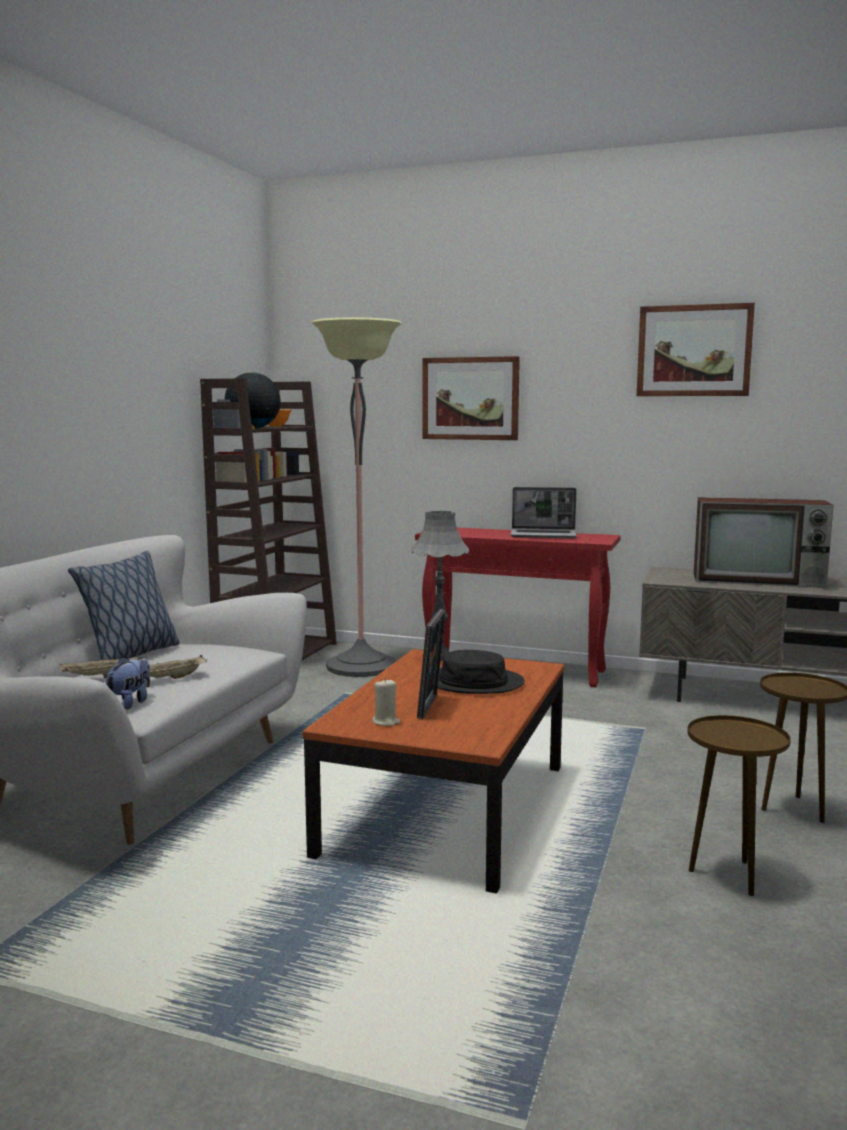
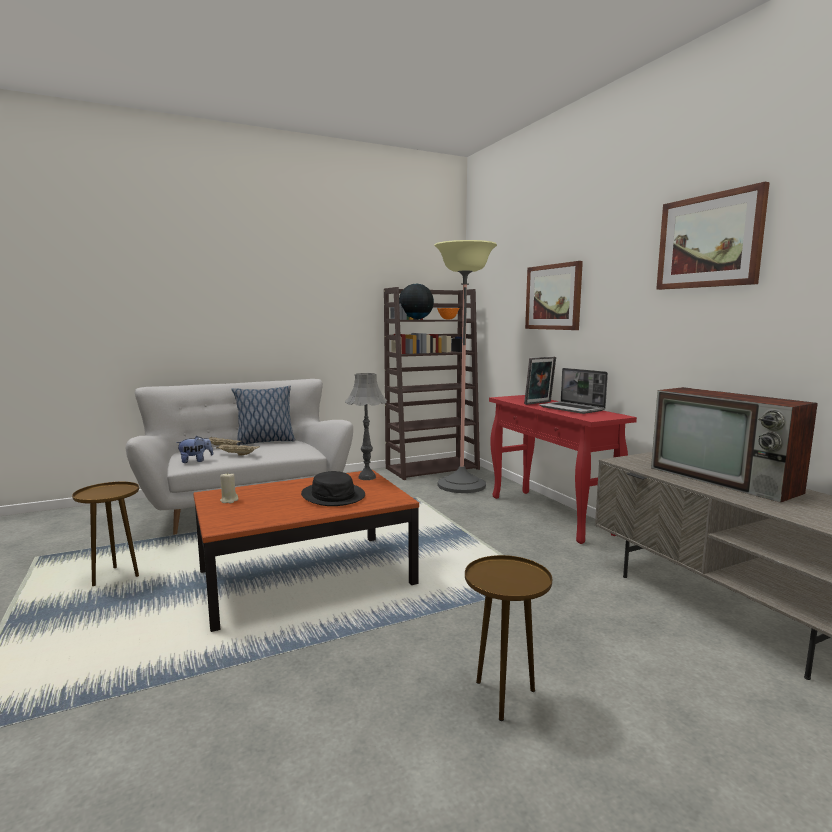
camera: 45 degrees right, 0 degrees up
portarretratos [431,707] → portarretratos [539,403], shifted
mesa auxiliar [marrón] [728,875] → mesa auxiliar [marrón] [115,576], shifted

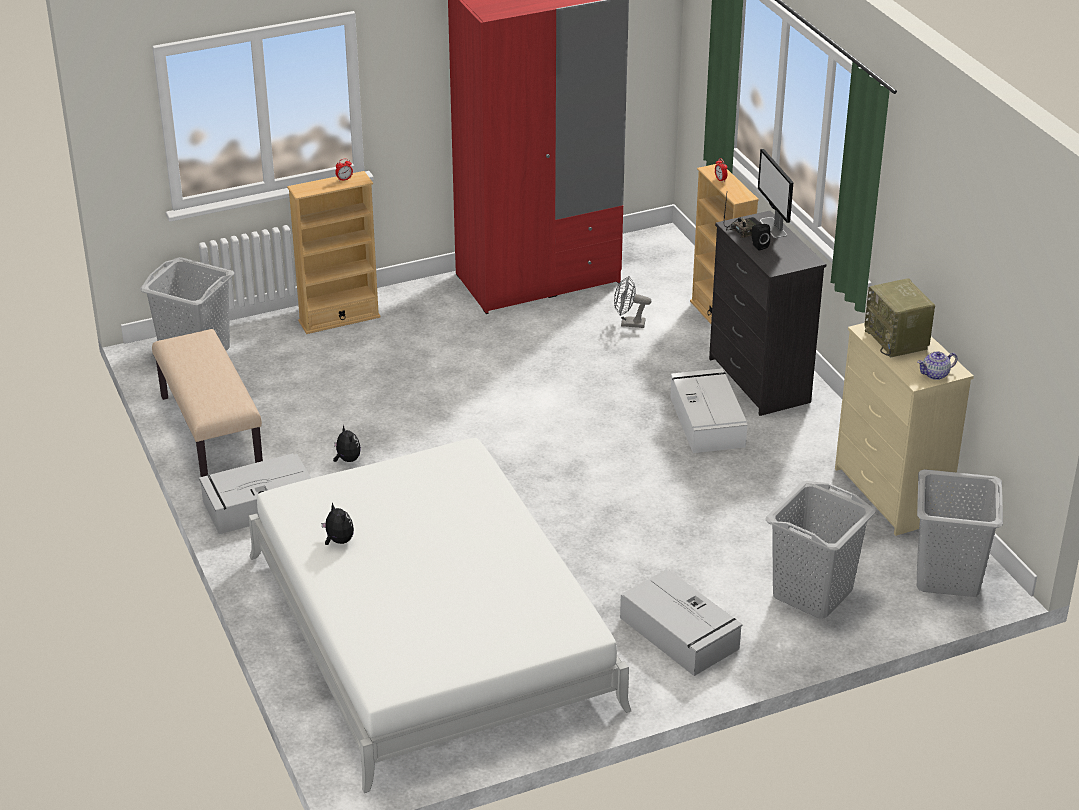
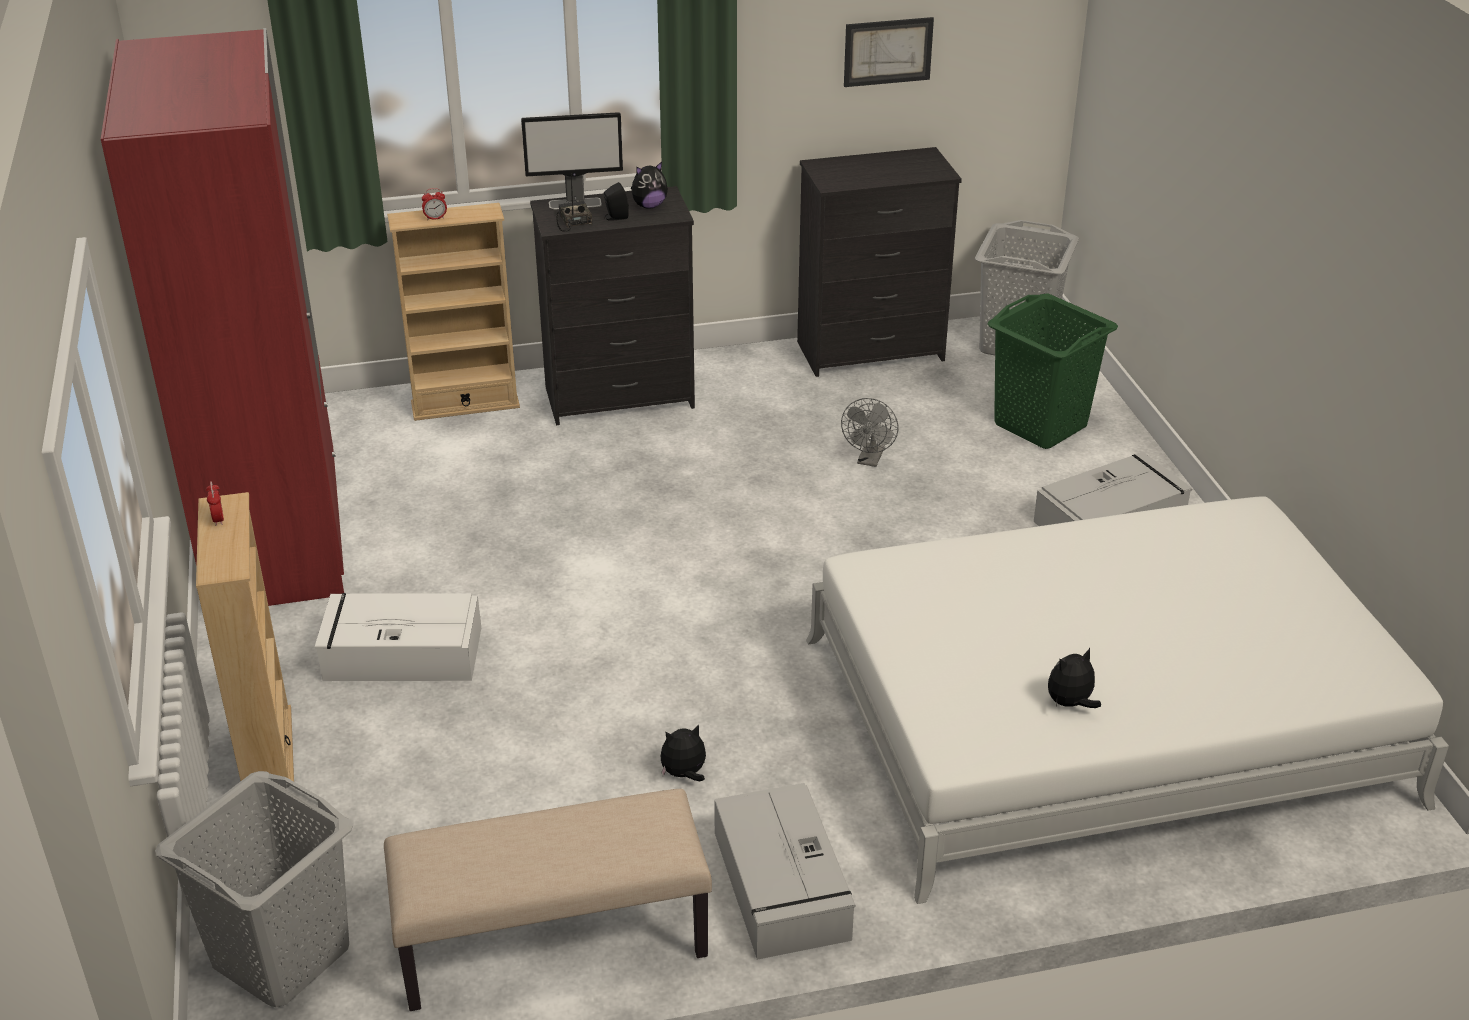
camera: 80 degrees left, 0 degrees up
radio [897,340] → -
tetera [935,374] → -
- → peluche [649,206]
- → cuadro [888,51]
ventilador [gris] [628,323] → ventilador [gris] [869,460], shifted
caja de almacenaje [blanco] [706,421] → caja de almacenaje [blanco] [400,654], shifted
cesto de la ropa [gris] [813,593] → cesto de la ropa [verde] [1040,424]
cómoda [beis] [891,495] → cómoda [negro] [872,351]

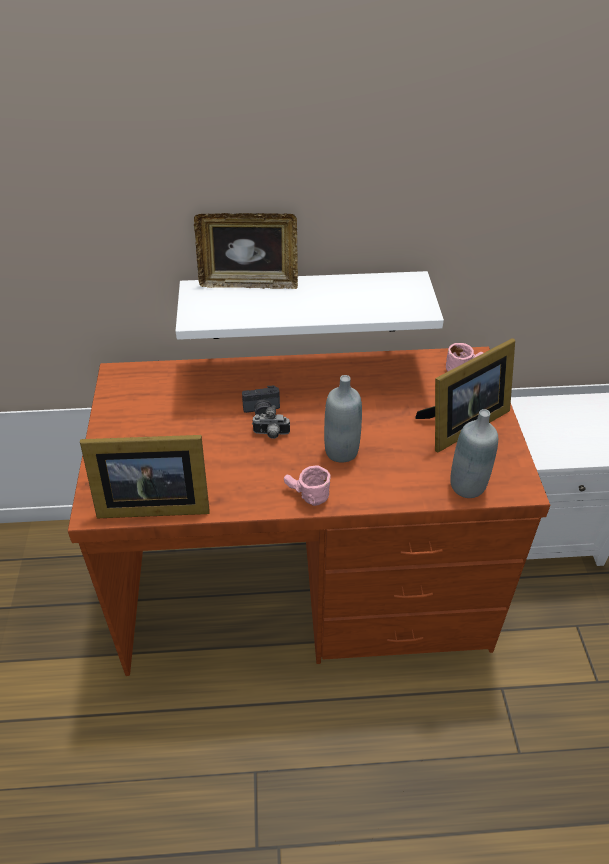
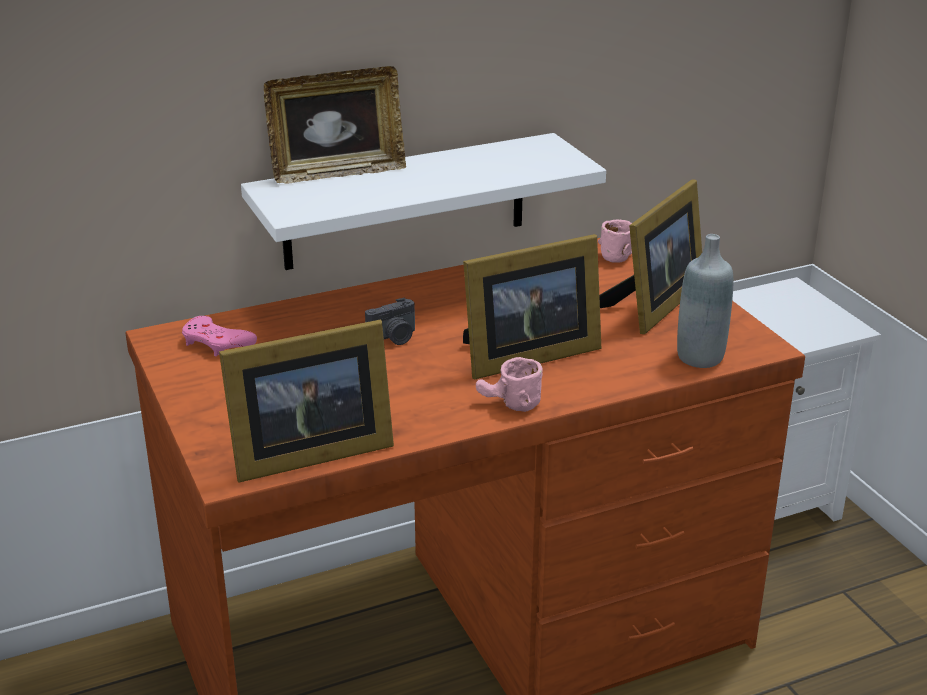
camera: 20 degrees left, 15 degrees down
cámara [271,434] → -
- → mando de consola [rosa] [216,342]
botella [gris] [341,451] → portarretratos [525,356]

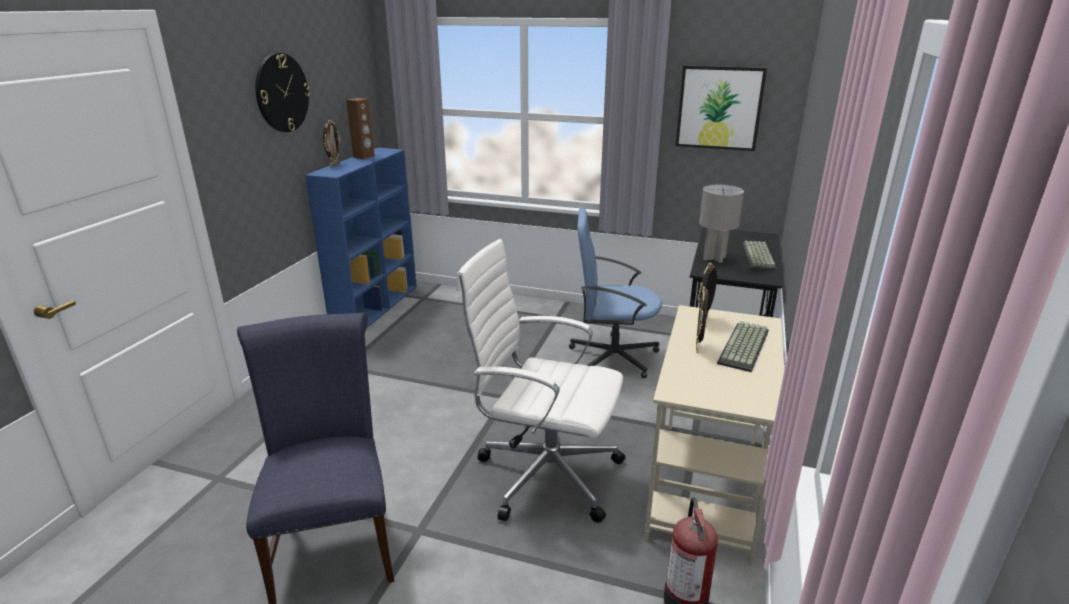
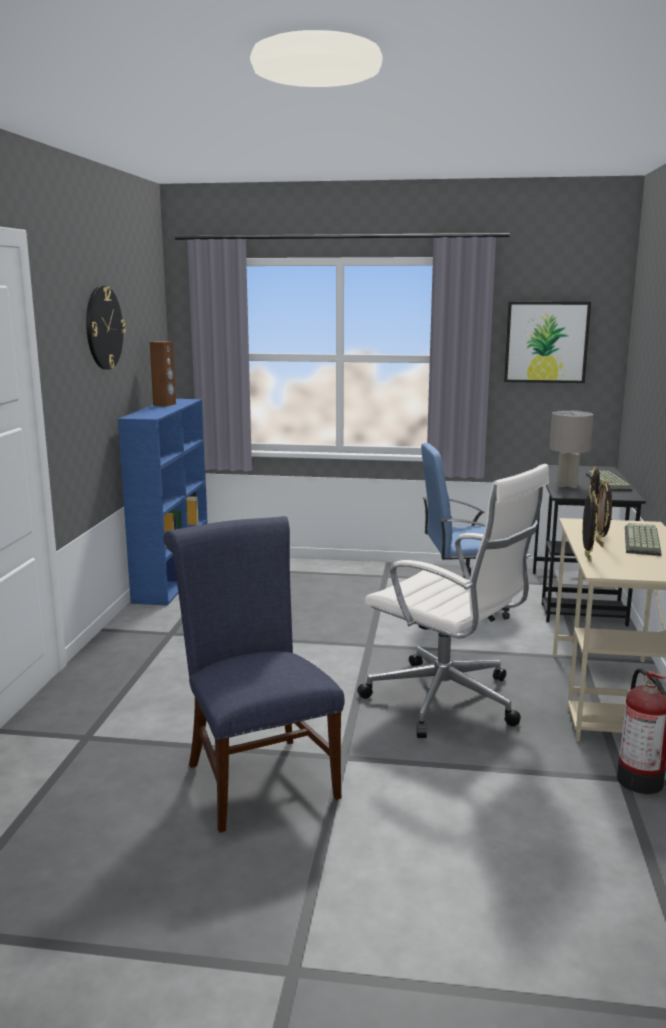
camera: 10 degrees left, 10 degrees down
portarretratos [334,164] → portarretratos [586,558], shifted
silla de oficina [blanco] [544,473] → silla de oficina [blanco] [447,701], 150 degrees counterclockwise

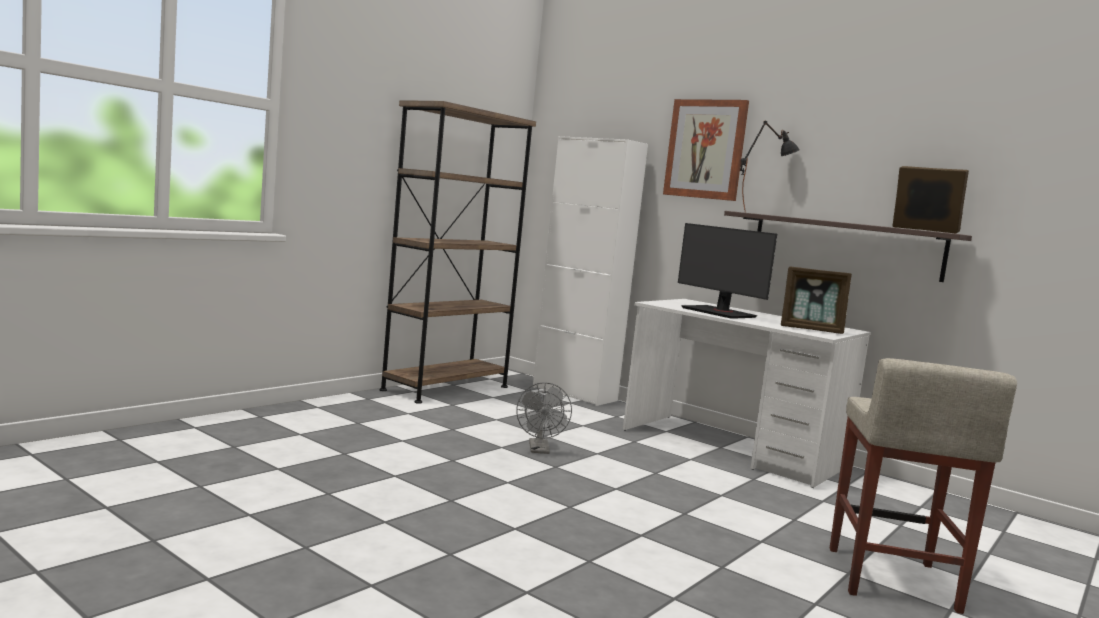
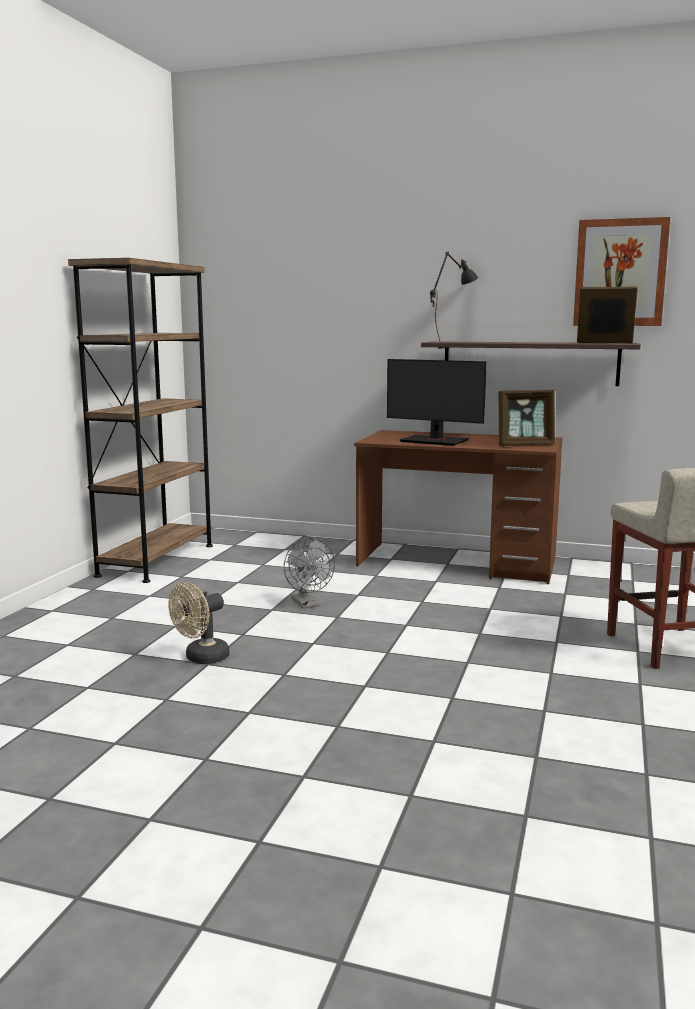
camera: 20 degrees left, 5 degrees up
armario [blanco] [574,394] → -
- → ventilador [beis] [201,658]
cuadro [705,149] → cuadro [620,273], shifted
escritorio [blanco] [732,448] → escritorio [marrón] [457,563]

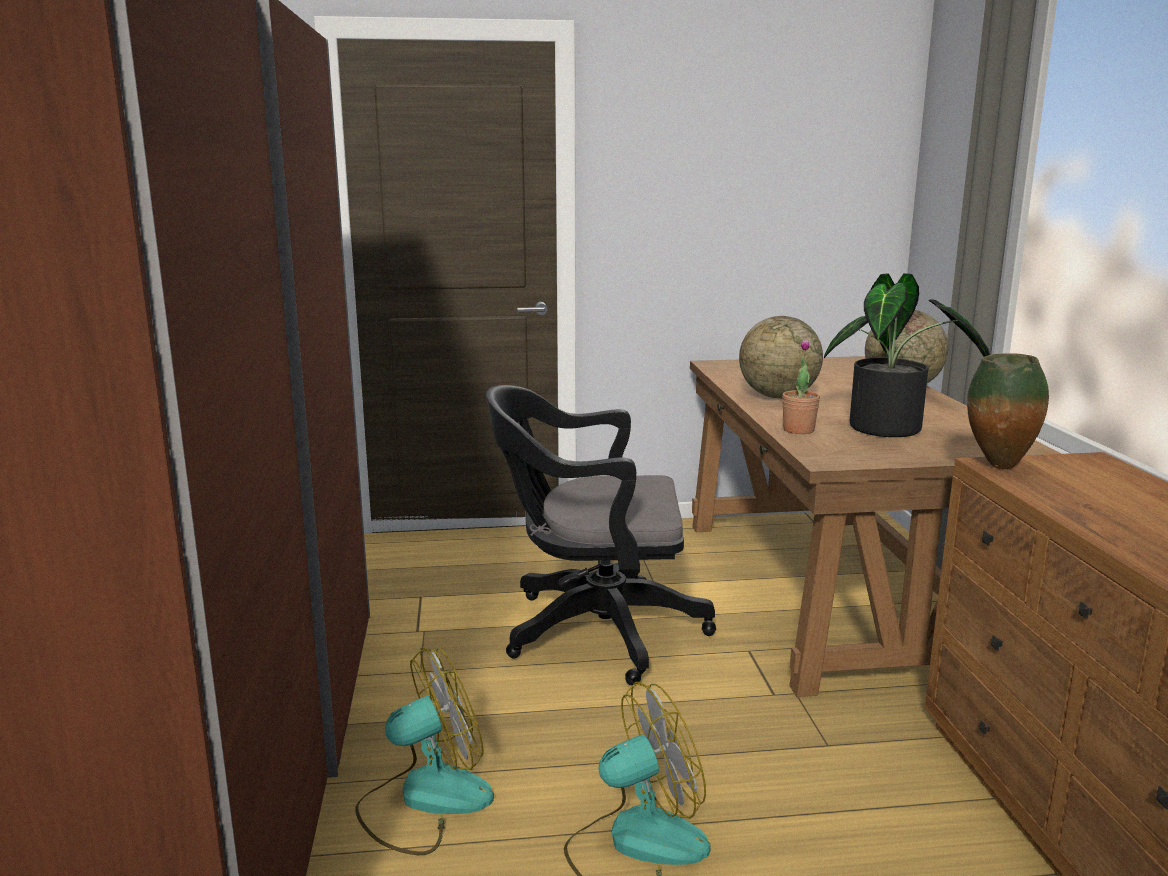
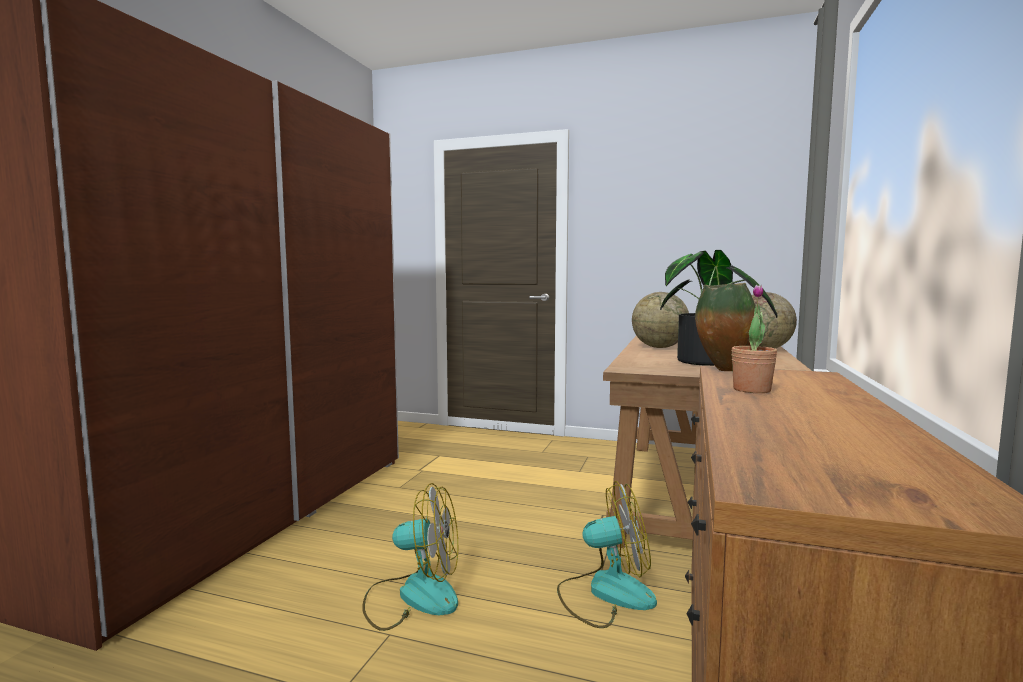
camera: 25 degrees right, 10 degrees down
silla de oficina [negro] [593,630] → -
ventilador [424,800] → ventilador [605,593], shifted
planta en maceta [798,430] → planta en maceta [751,390], shifted

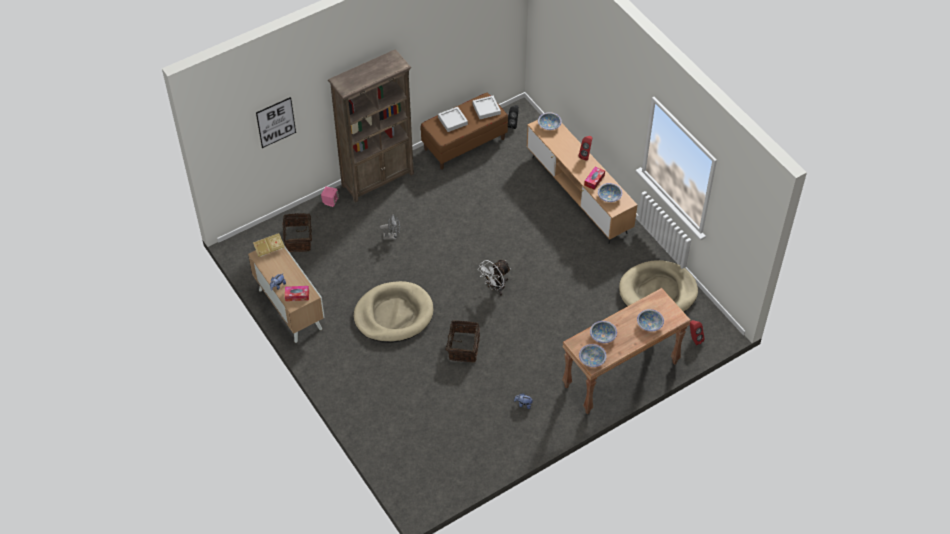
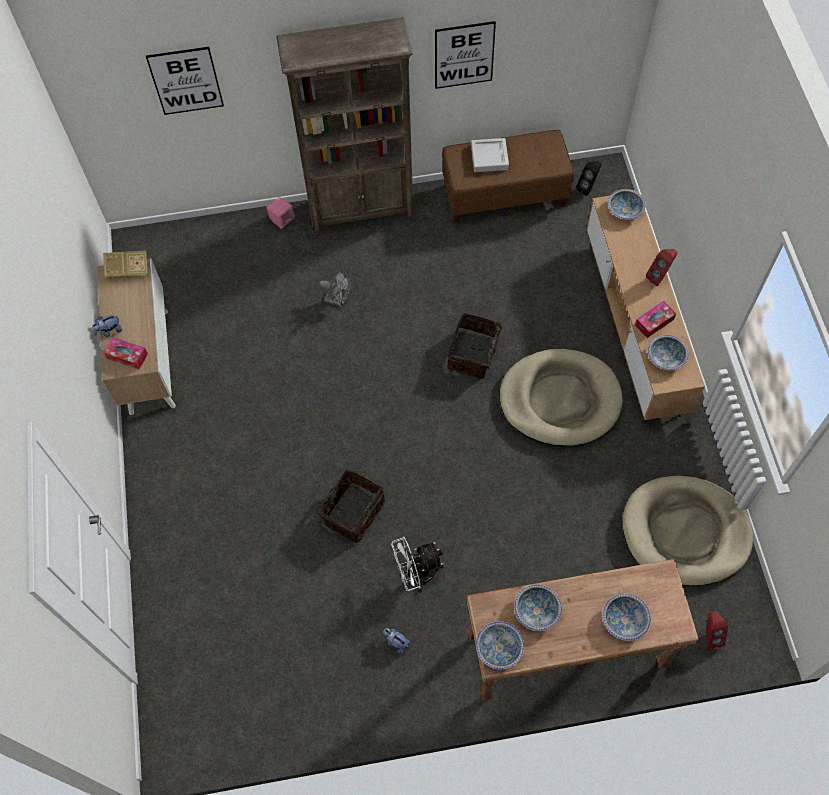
camera: 25 degrees right, 10 degrees up
bandeja [gris] [486,109] → -
- → cuadro [464,55]
cesta [298,239] → cesta [474,354], shifted
cama para perro [beis] [393,315] → cama para perro [beis] [559,400], shifted
ventilador [blanco] [495,288] → ventilador [blanco] [417,574], shifted

